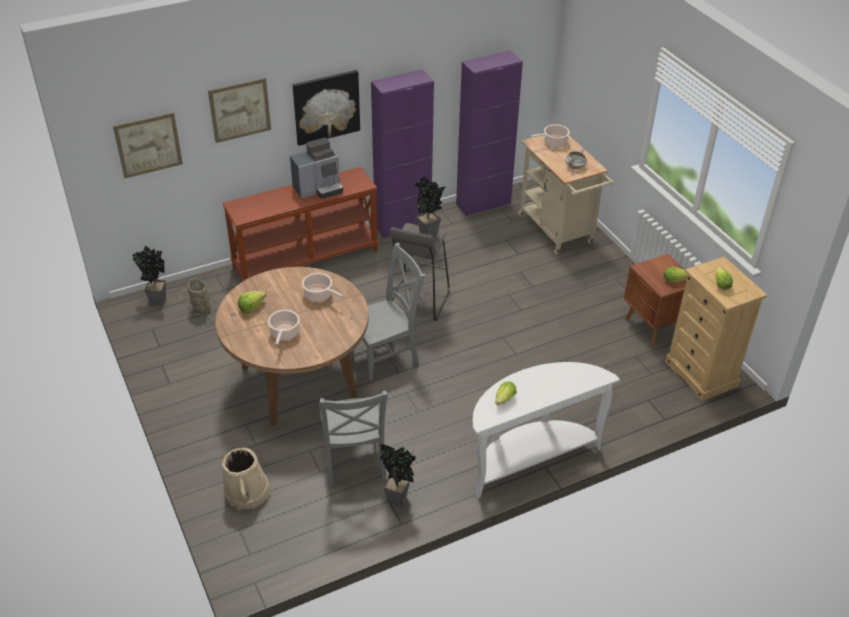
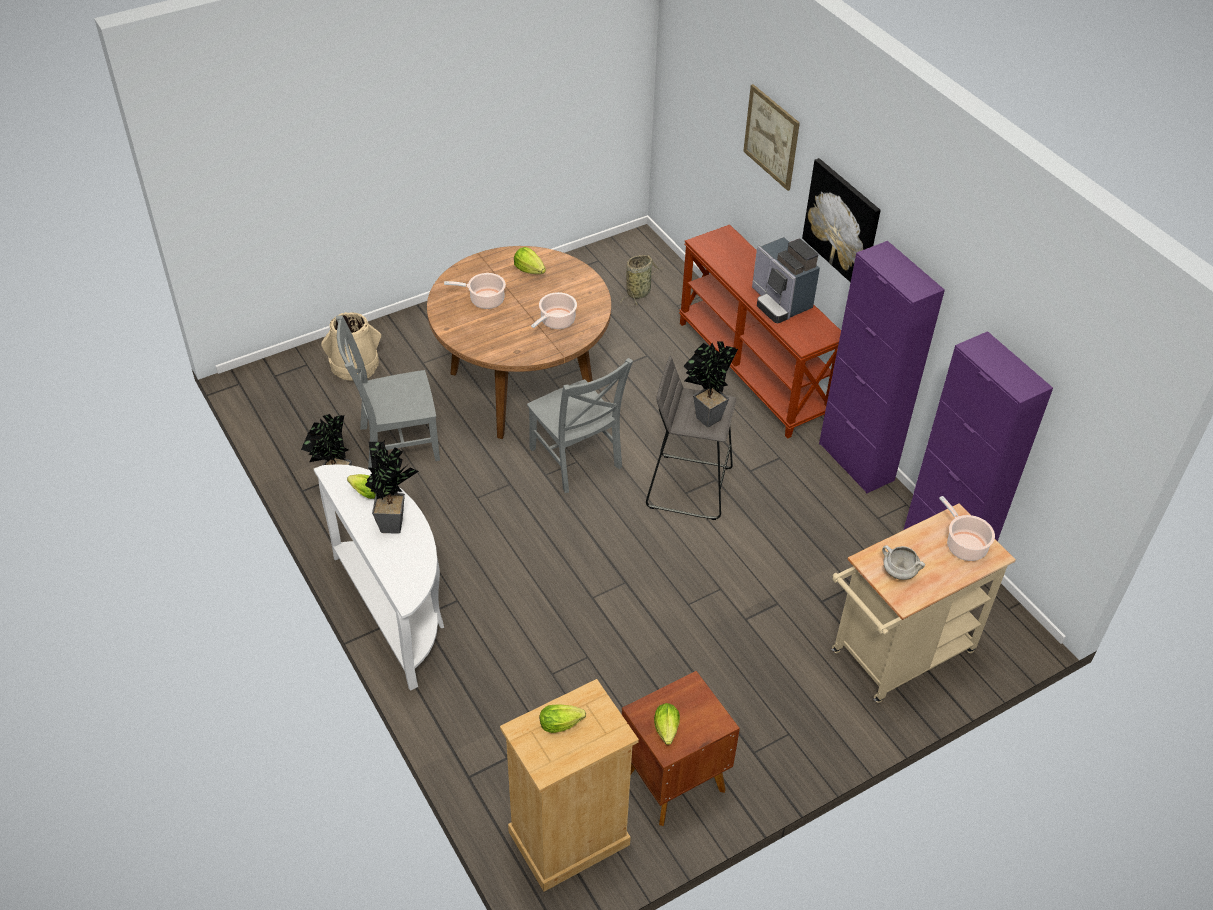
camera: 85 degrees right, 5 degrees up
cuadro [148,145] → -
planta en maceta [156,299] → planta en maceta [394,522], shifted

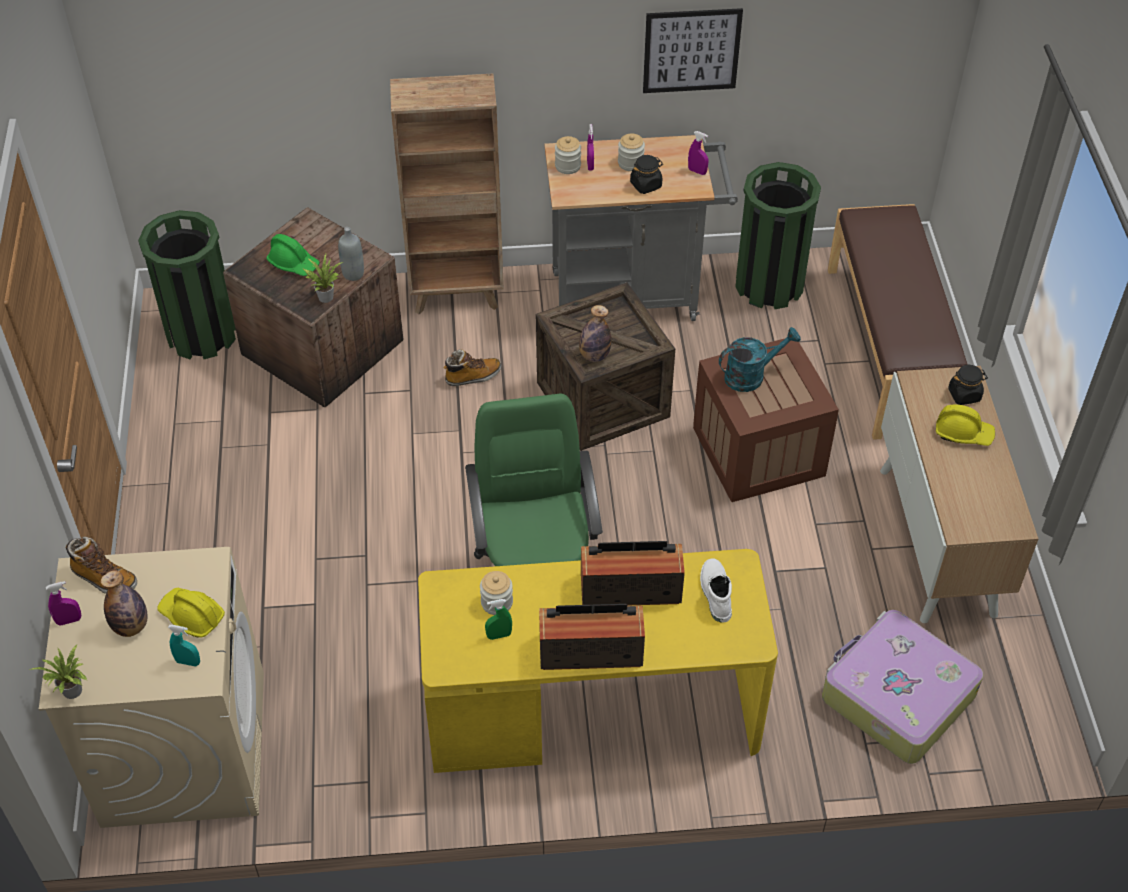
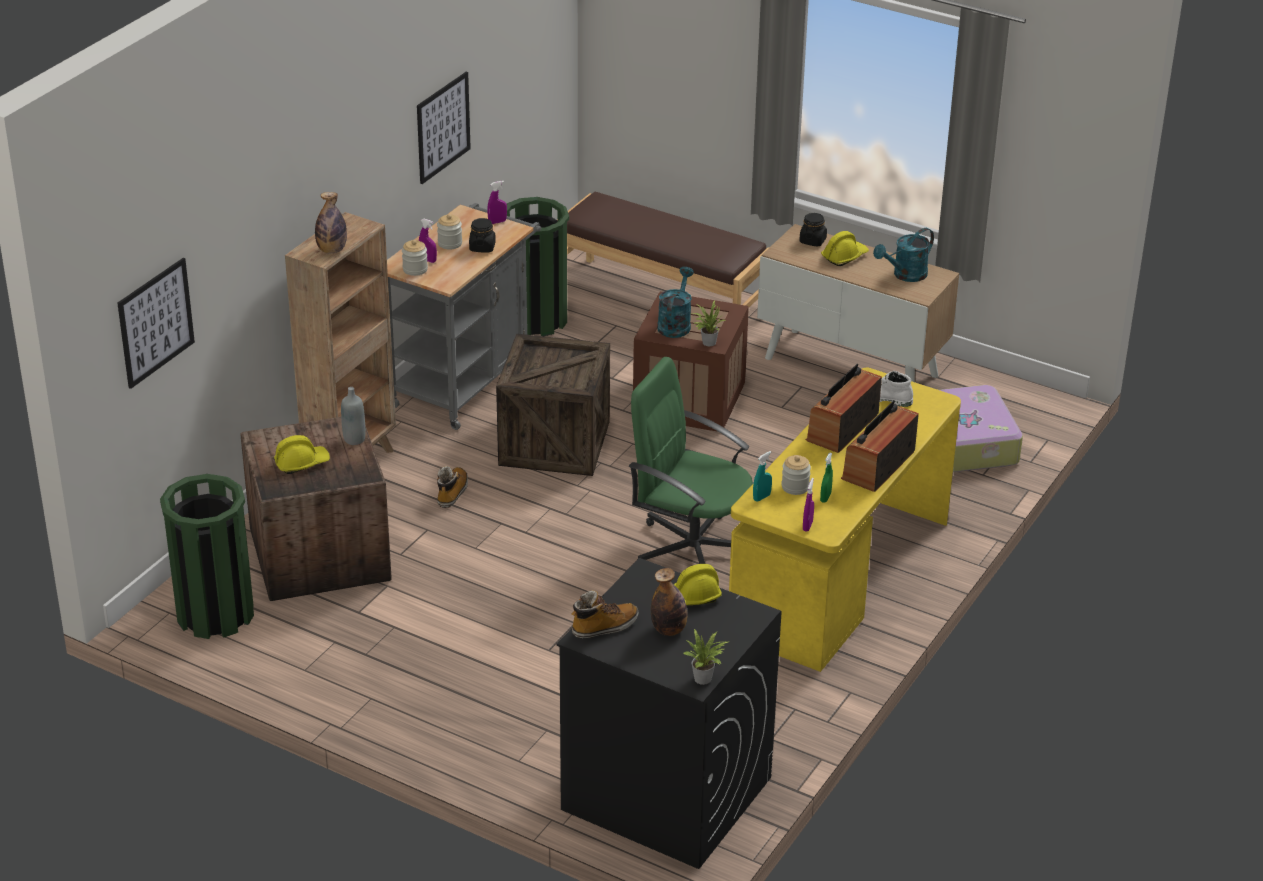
camera: 55 degrees left, 15 degrees down
- → cuadro [155,322]
- → regadera [turquesa] [905,275]
pulverizador [morado] [69,620] → pulverizador [morado] [807,526], shifted
pulverizador [turquesa] [188,662] → pulverizador [turquesa] [761,497], shifted
planta en maceta [325,296] → planta en maceta [707,342], shifted
botella [594,355] → botella [331,250], shifted
lavadora [beis] [184,747] → lavadora [negro] [665,793]
casco [verde] [293,263] → casco [amarillo] [301,463]

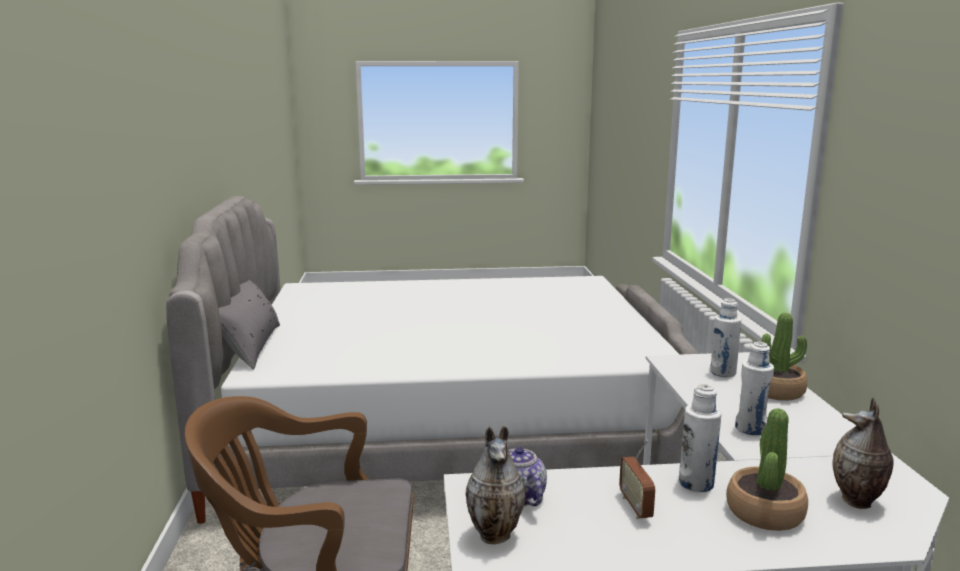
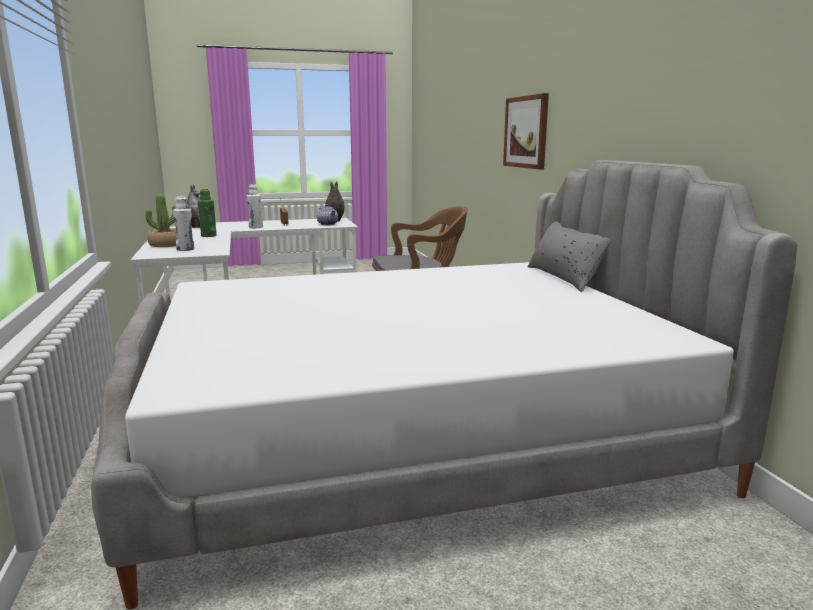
camera: 170 degrees right, 0 degrees up
planta en maceta [764,512] → -
- → cuadro [526,132]
botella [blanco] [750,429] → botella [verde] [208,236]

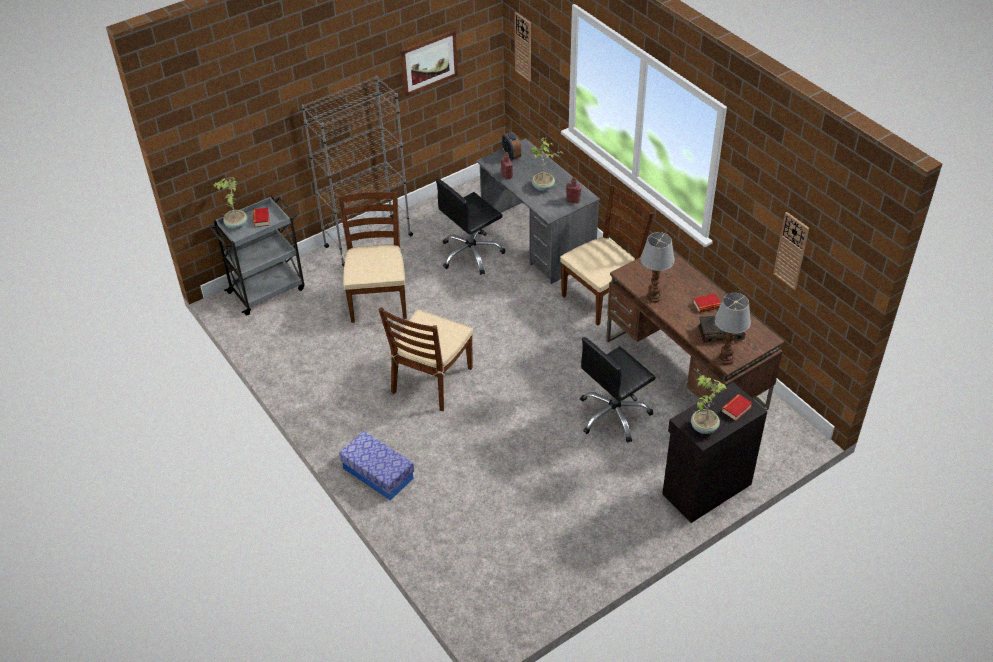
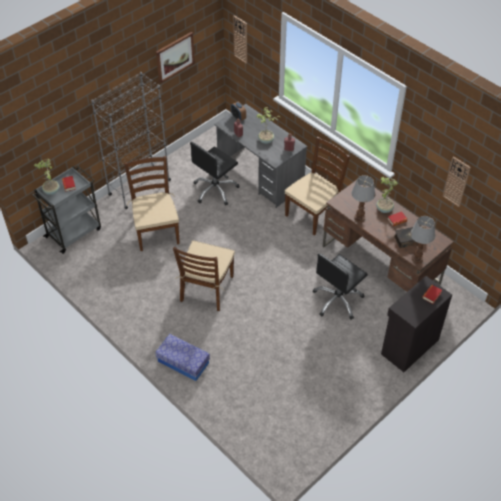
camera: 10 degrees left, 5 degrees up
planta en maceta [703,427] → planta en maceta [384,209], shifted

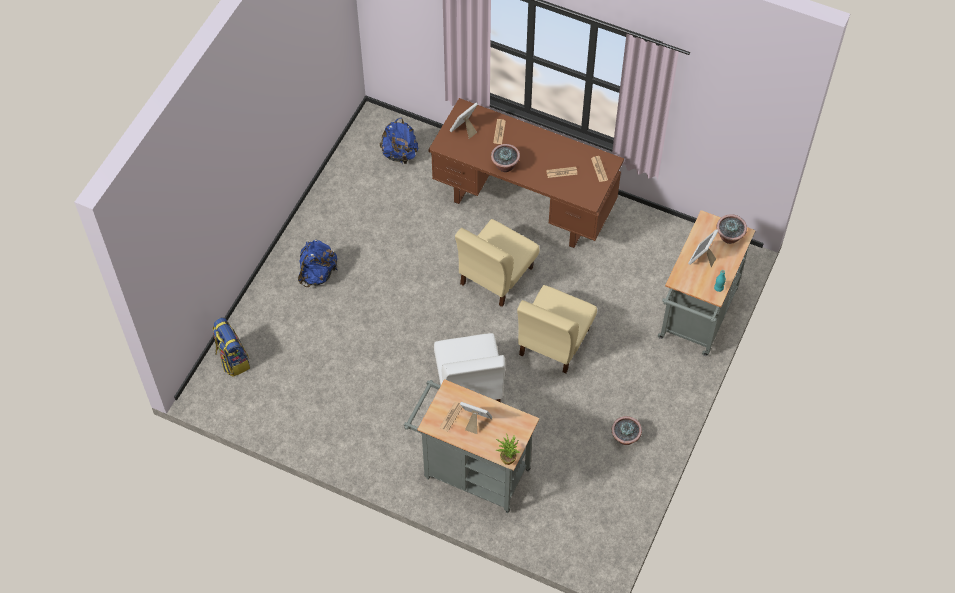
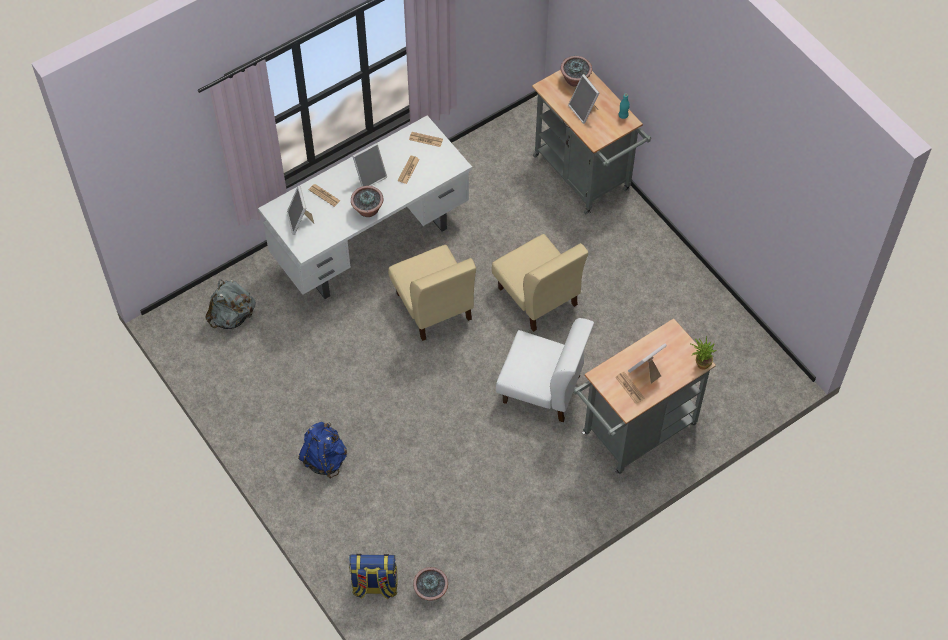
camera: 60 degrees left, 0 degrees up
- → portarretratos [370,177]
planta en maceta [625,438] → planta en maceta [431,591], shifted
mochila [azul] [400,153] → mochila [gris] [232,316]
escritorio [marrón] [524,205] → escritorio [blanco] [371,244]

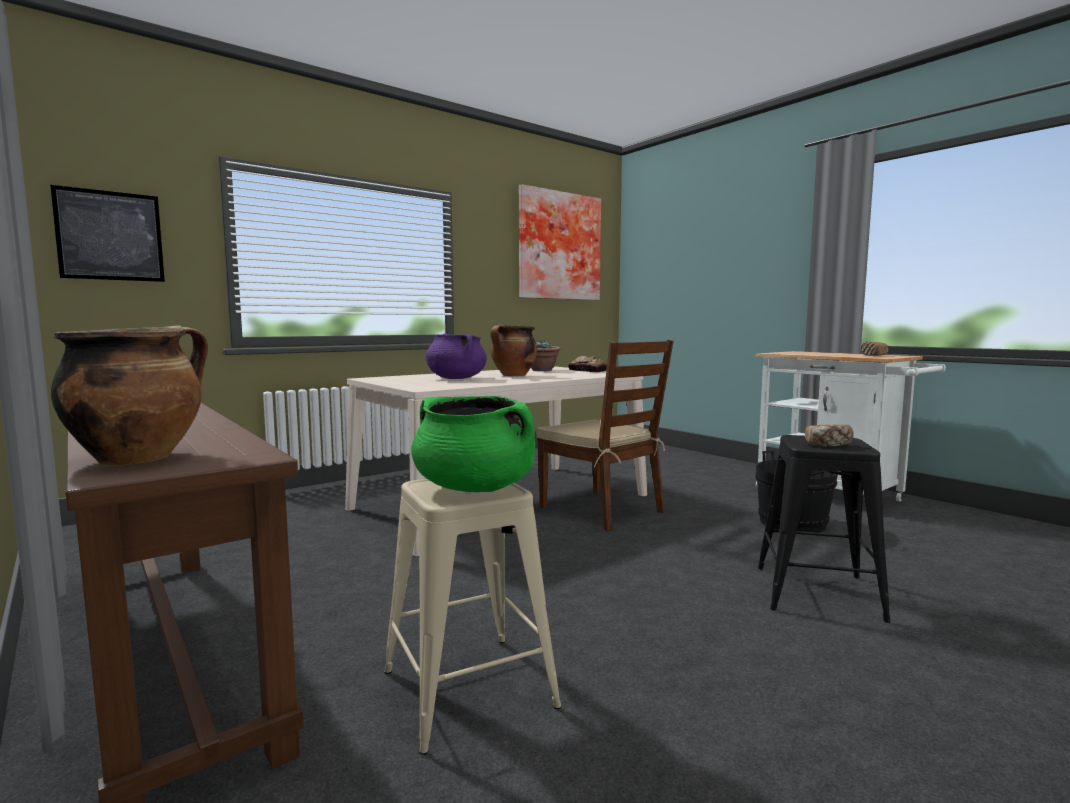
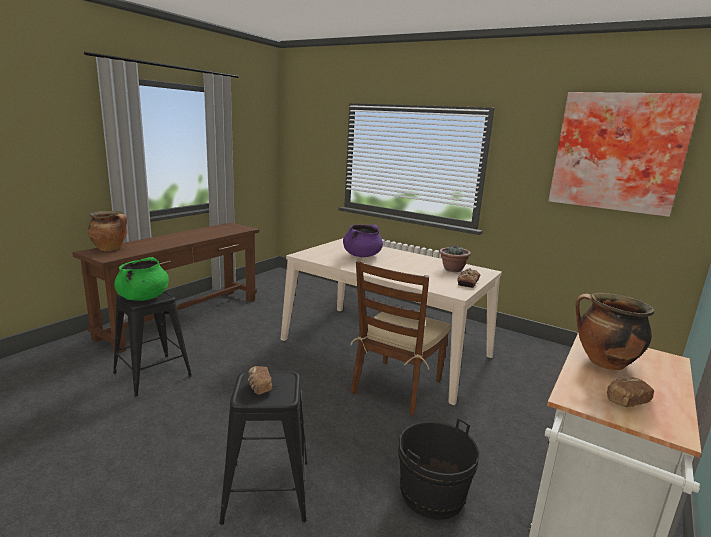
camera: 70 degrees right, 10 degrees up
cuadro [110,236] → -
olla [513,376] → olla [603,363], shifted
taburete [beis] [468,689] → taburete [negro] [152,374]

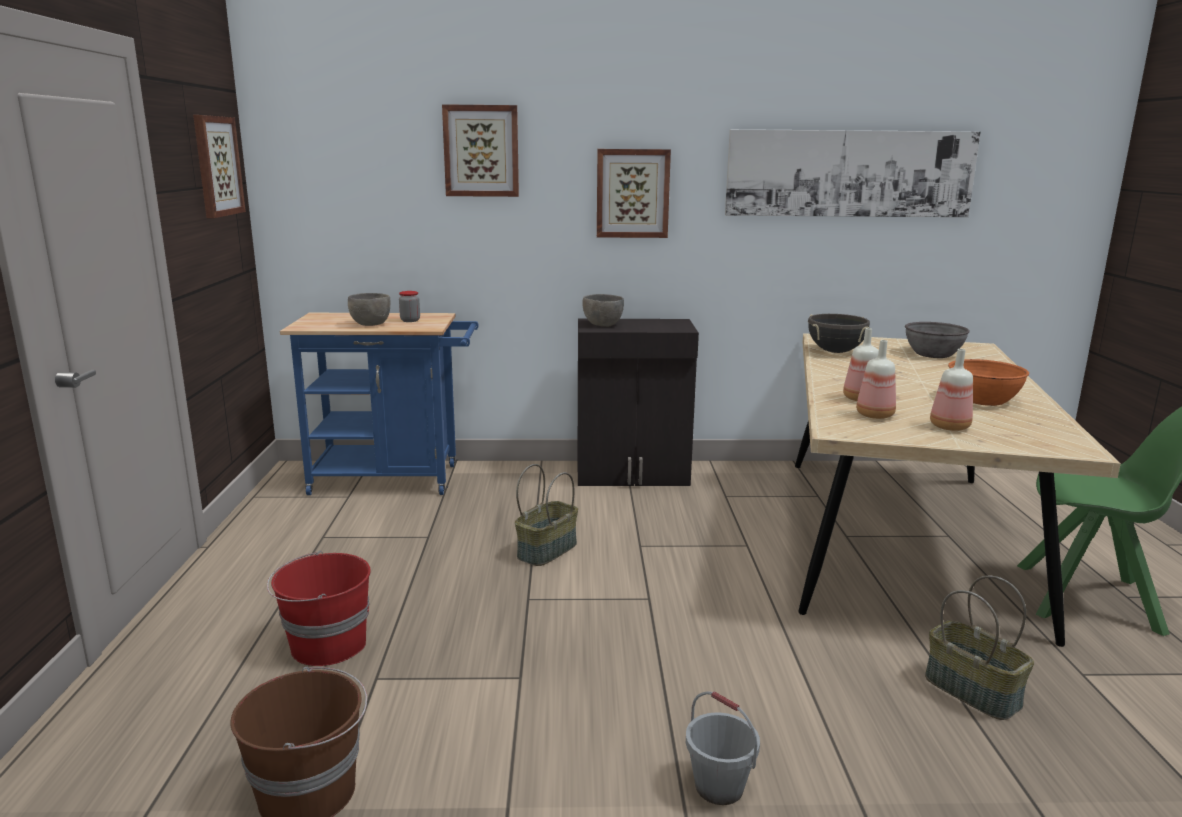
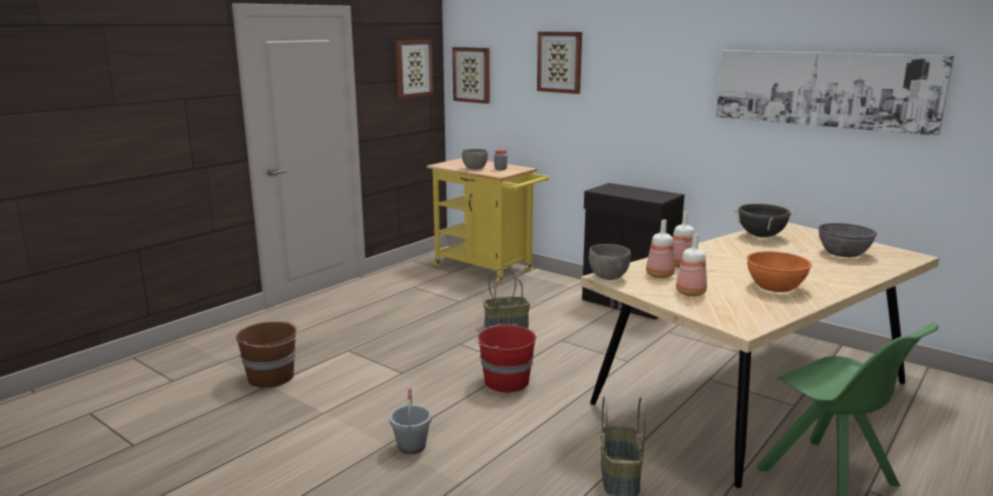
camera: 40 degrees right, 0 degrees up
cubo [rojo] [326,645] → cubo [rojo] [505,381], shifted
cuenco [gris] [602,325] → cuenco [gris] [608,277], shifted
cuadro [632,193] → cuadro [472,74], shifted
carrito [azul] [395,479] → carrito [amarillo] [487,269]

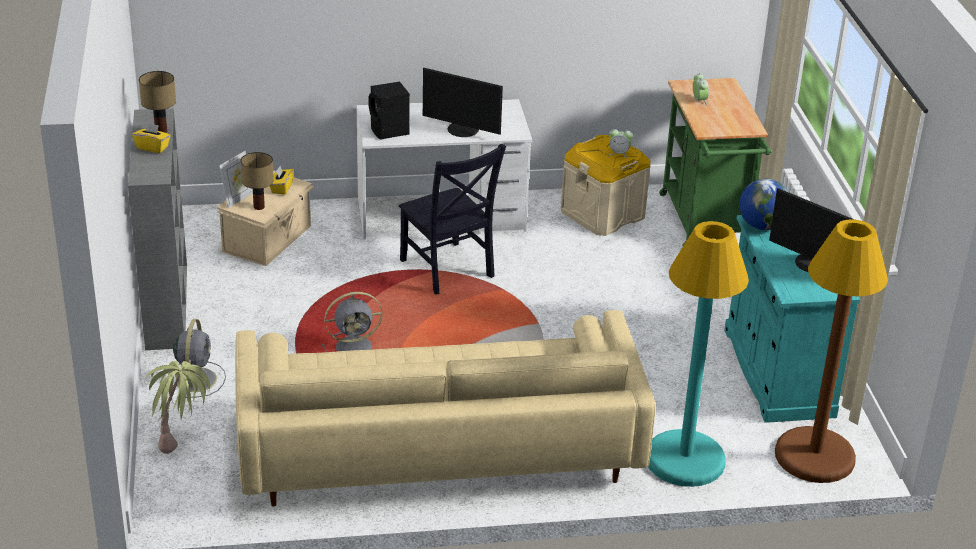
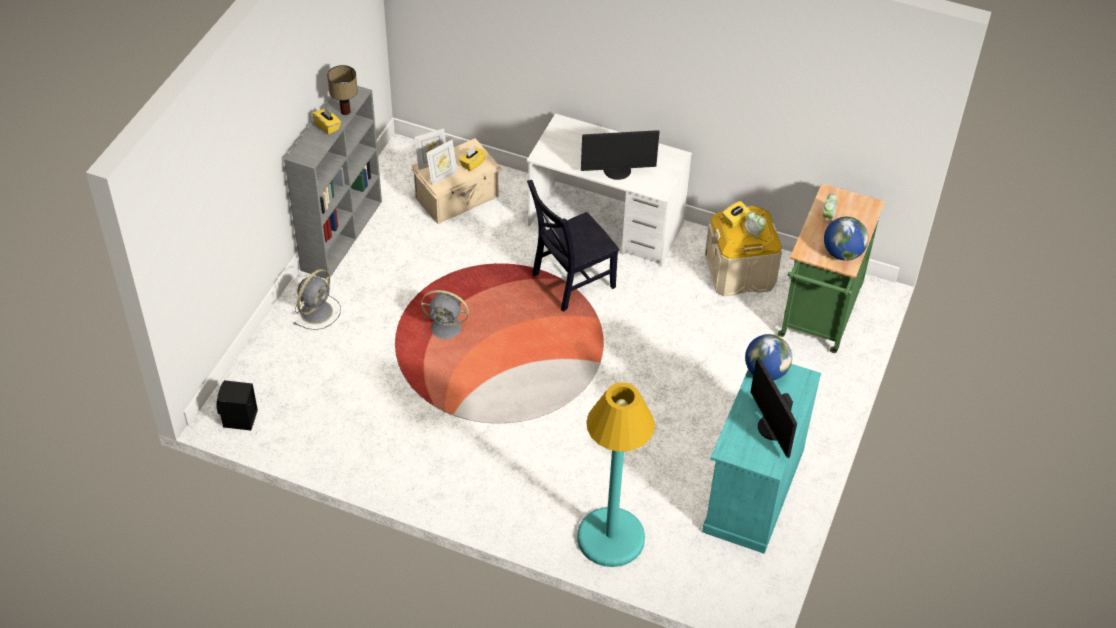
camera: 30 degrees right, 15 degrees up
planta en maceta [183,439] → -
sofá [beis] [439,448] → -
lámpara de pie [marrón] [814,456] → -
- → caja de pañuelos [amarillo] [735,220]
- → globo terráqueo [842,253]
altavoz [negro] [389,131] → altavoz [negro] [239,419], shifted
lámpara de mesa [258,206] → portarretratos [442,176]
silla [negro] [448,270] → silla [negro] [570,282], 60 degrees clockwise
monitor [462,130] → monitor [617,171], 60 degrees counterclockwise

